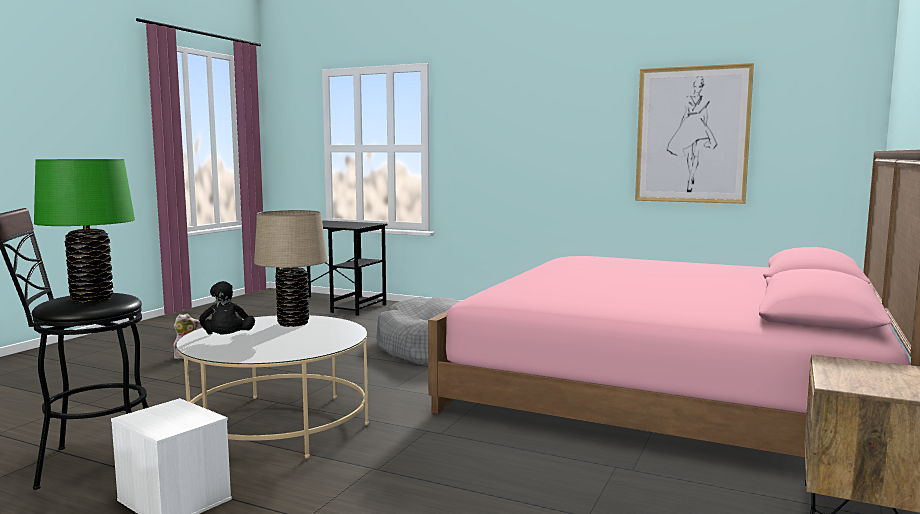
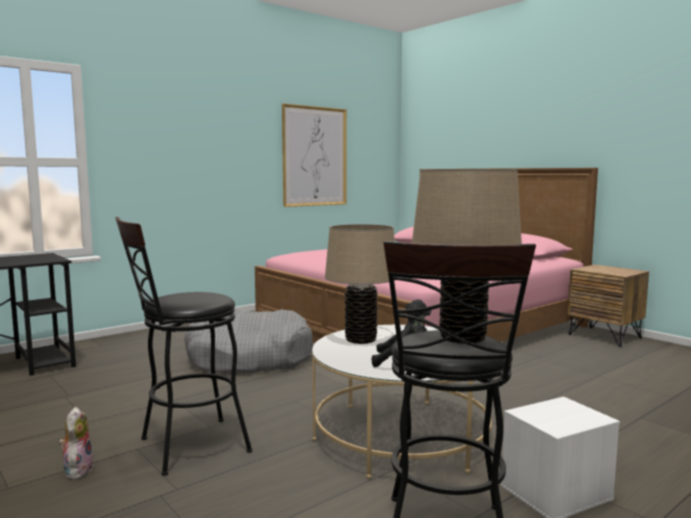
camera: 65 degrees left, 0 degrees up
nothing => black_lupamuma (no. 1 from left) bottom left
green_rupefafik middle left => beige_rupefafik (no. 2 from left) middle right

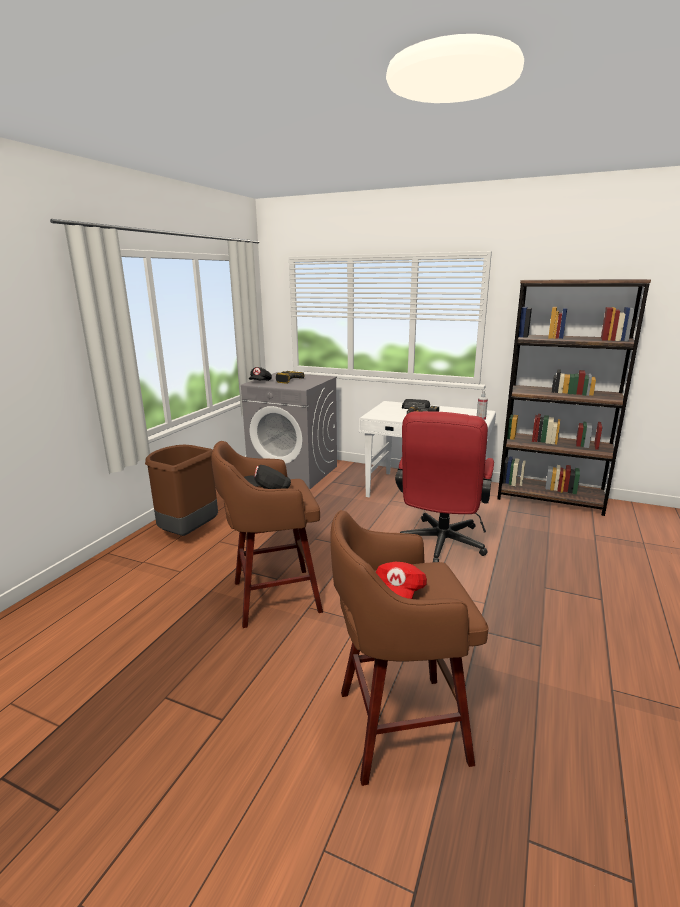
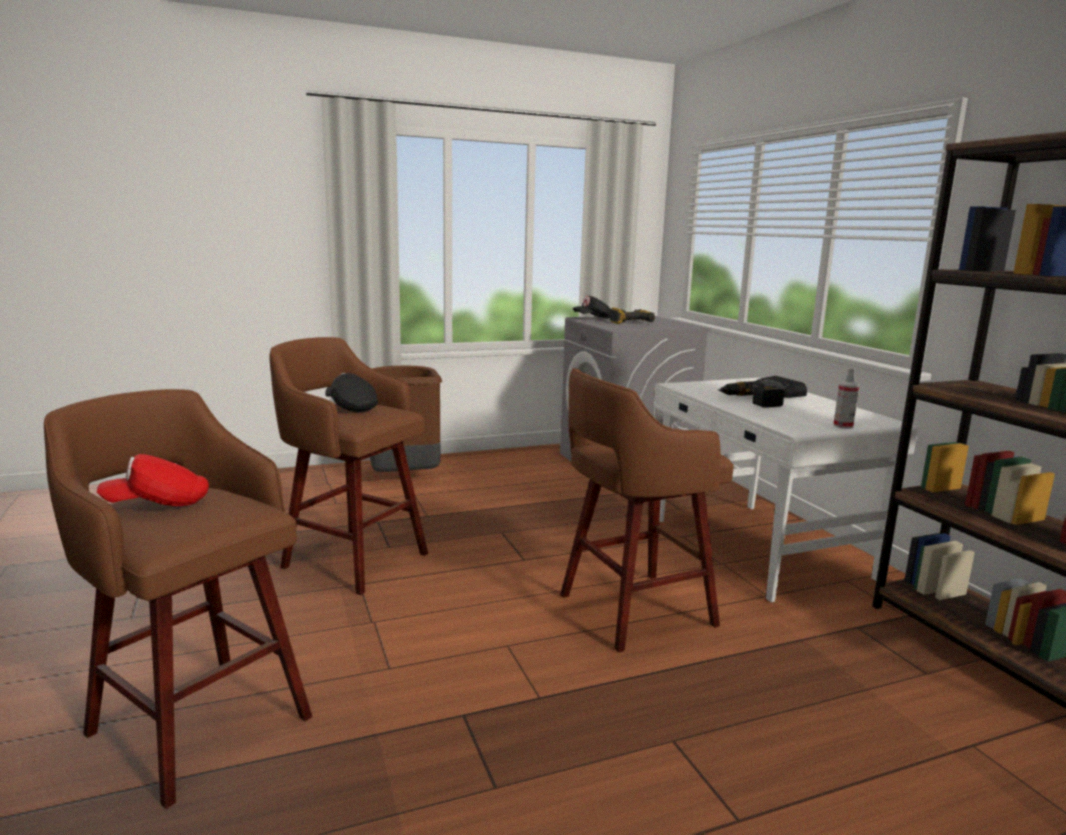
camera: 45 degrees right, 5 degrees down
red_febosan centre => brown_lupamuma (no. 3 from left) centre

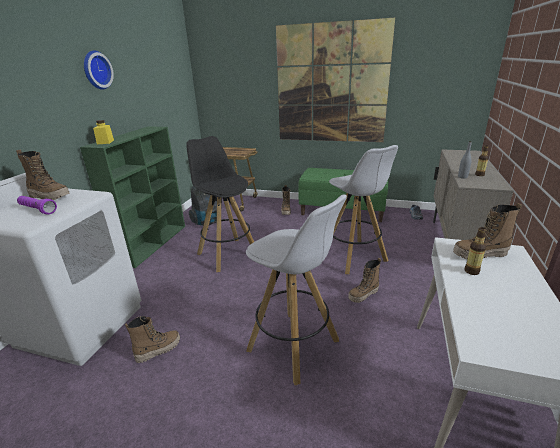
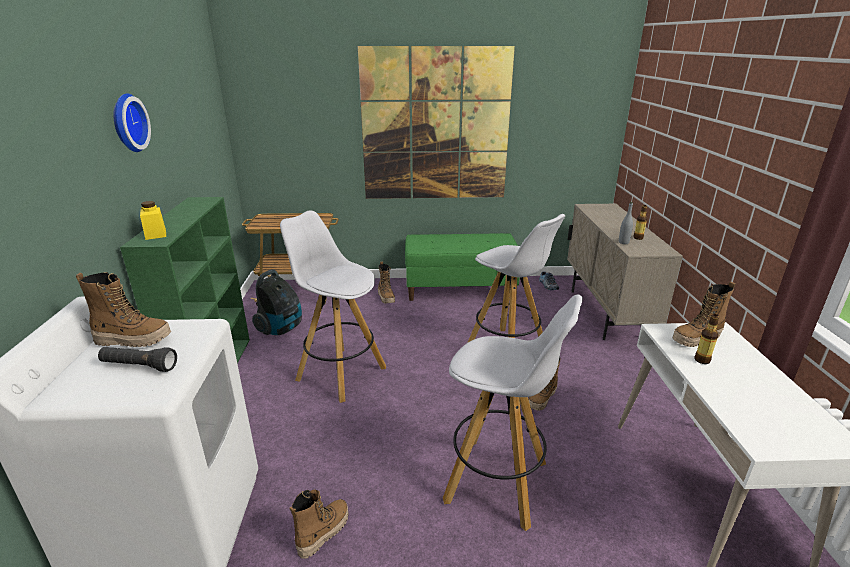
camera: 20 degrees left, 0 degrees up
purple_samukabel middle left => black_samukabel middle left
black_lupamuma centre => white_lupamuma (no. 1 from left) centre

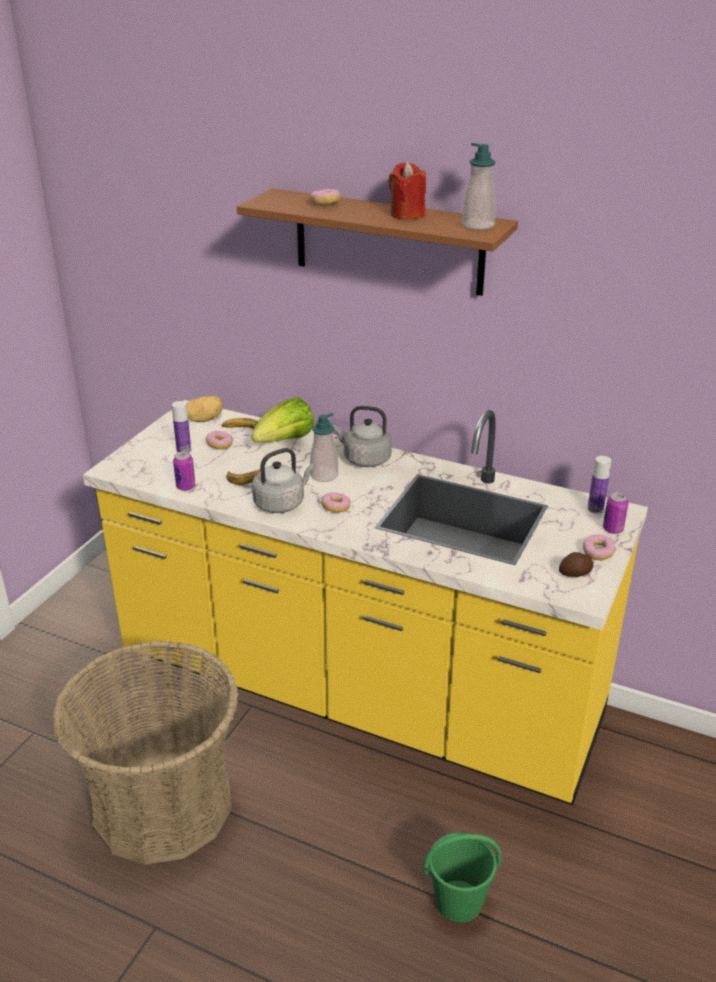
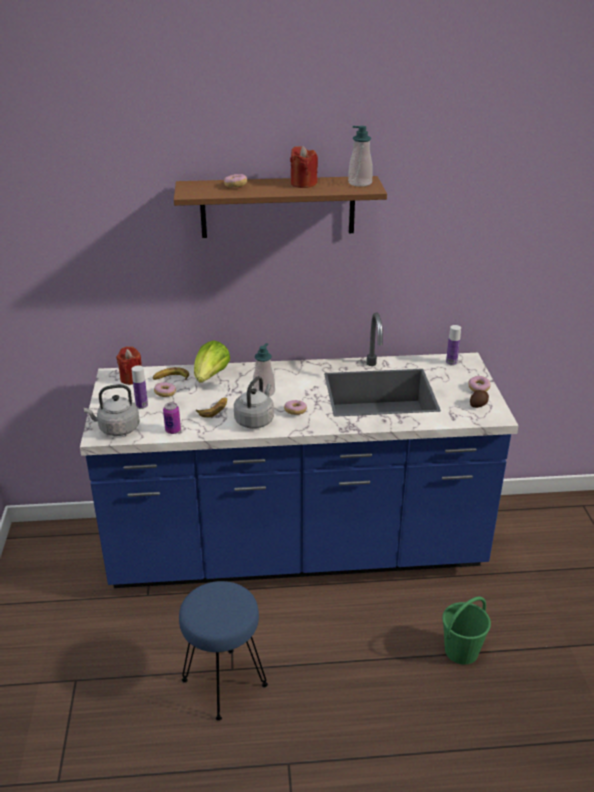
camera: 30 degrees left, 0 degrees up
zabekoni (no. 2 from left) middle right => nothing
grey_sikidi (no. 2 from left in the first image) centre => grey_sikidi (no. 1 from left) middle left, relocated
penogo bottom left => blue_lupamuma bottom centre
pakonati (no. 1 from left) middle left => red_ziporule (no. 1 from left) middle left
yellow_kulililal centre => blue_kulililal centre

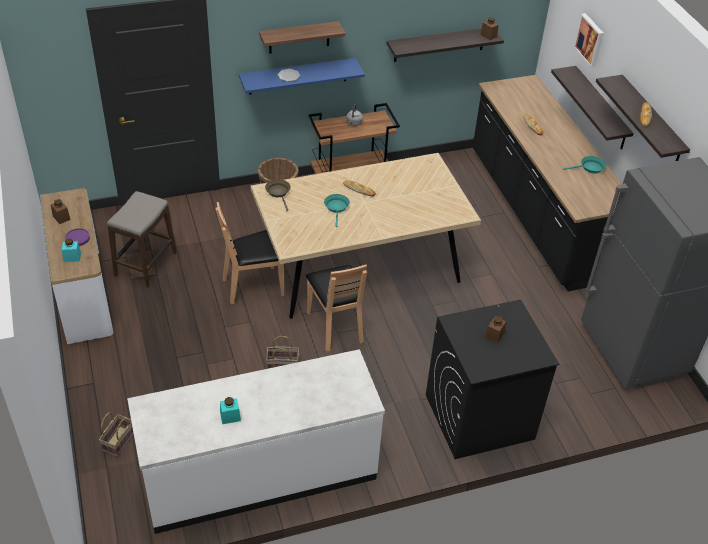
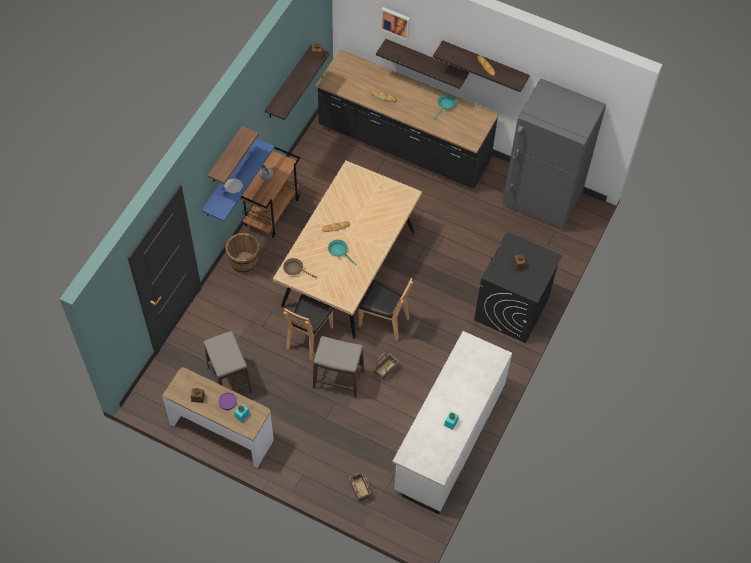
camera: 45 degrees left, 15 degrees up
nothing => lupamuma (no. 2 from left) centre

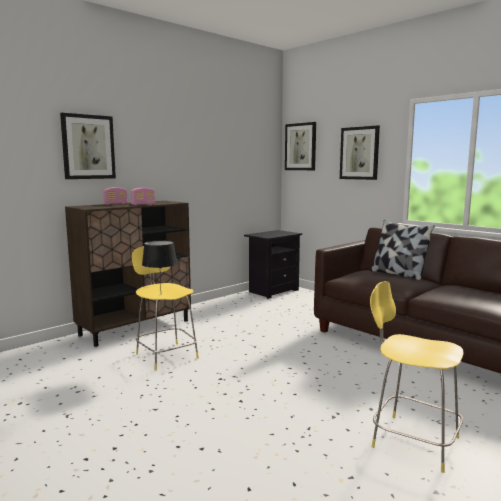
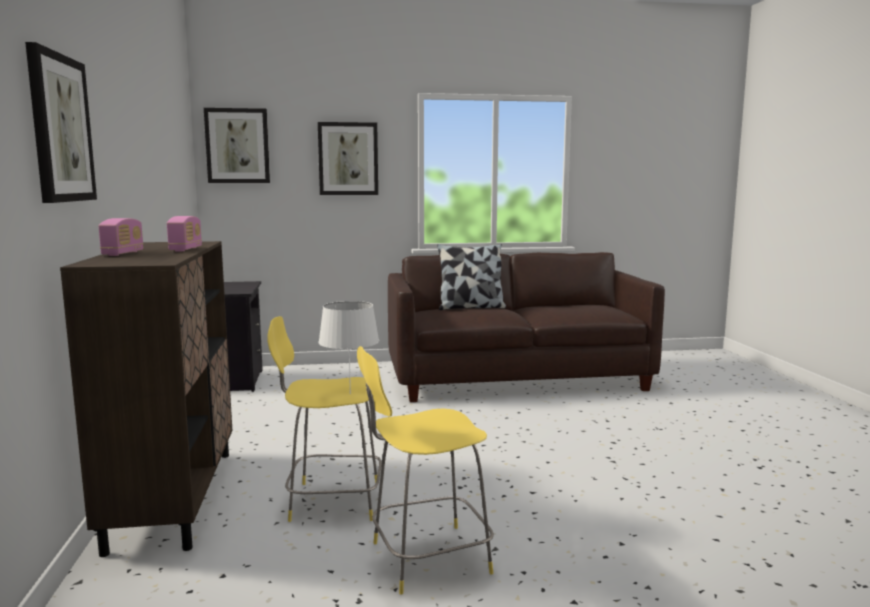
camera: 55 degrees left, 0 degrees up
yellow_lupamuma (no. 2 from left) bottom right => yellow_lupamuma (no. 2 from left) bottom centre, relocated
black_rupefafik middle left => white_rupefafik centre

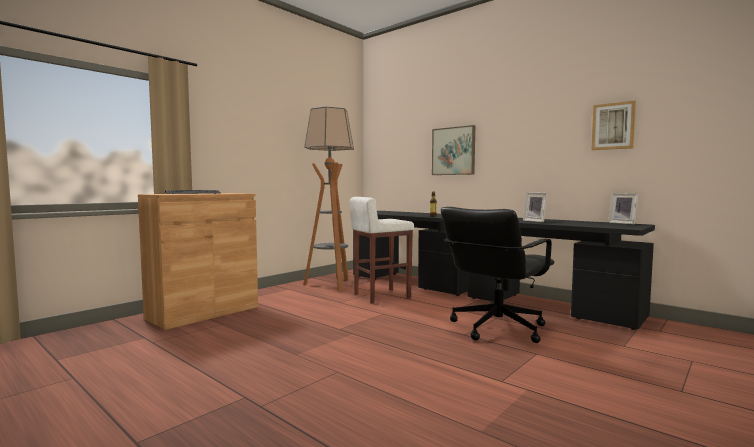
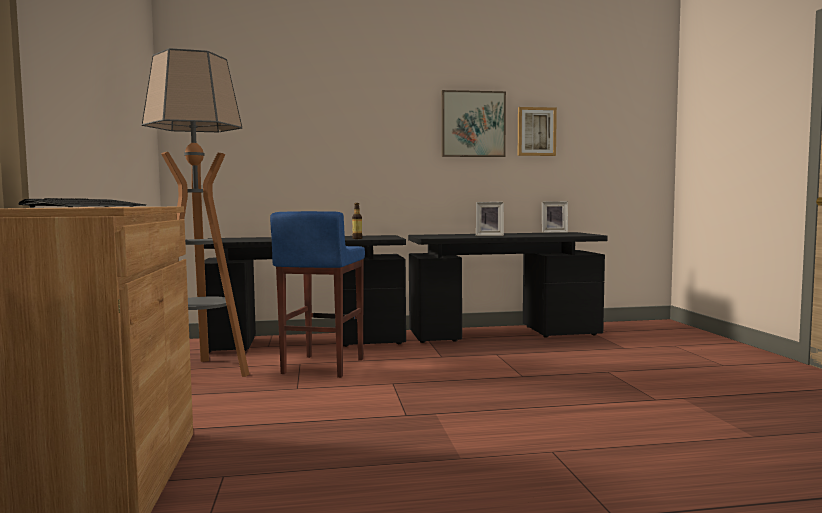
camera: 50 degrees left, 0 degrees up
black_febosan centre => nothing
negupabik (no. 1 from left) centre => negupabik (no. 1 from left) top centre, relocated
white_lupamuma centre => blue_lupamuma centre

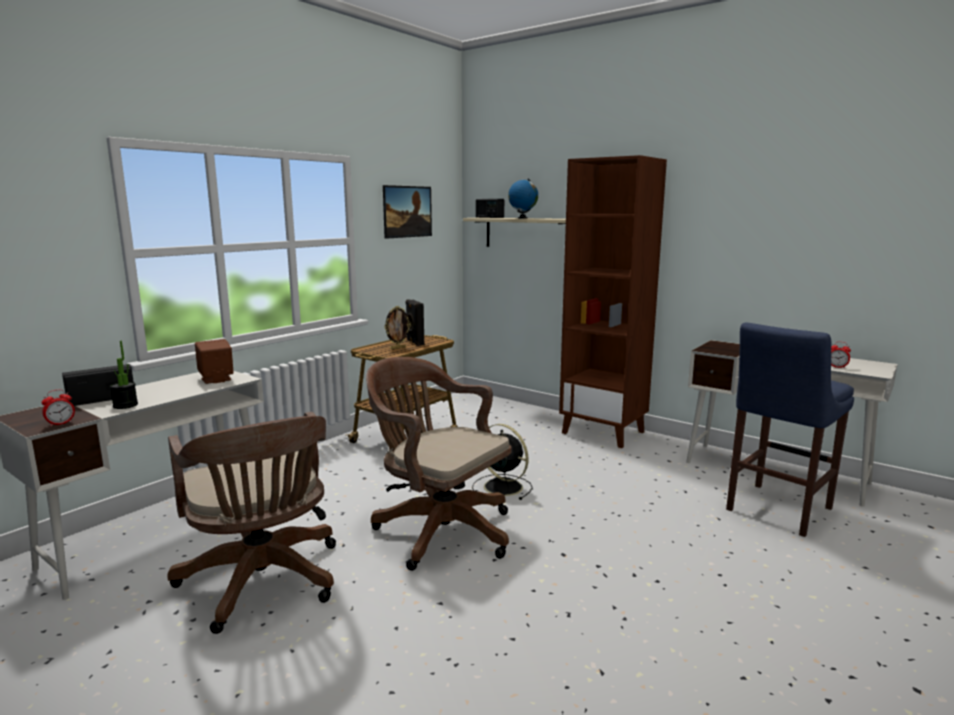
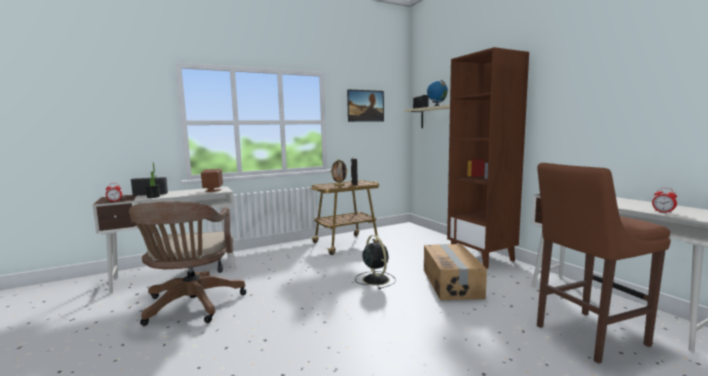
camera: 25 degrees right, 5 degrees down
brown_febosan (no. 2 from left) centre => nothing
nothing => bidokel bottom centre
blue_lupamuma middle right => brown_lupamuma bottom right

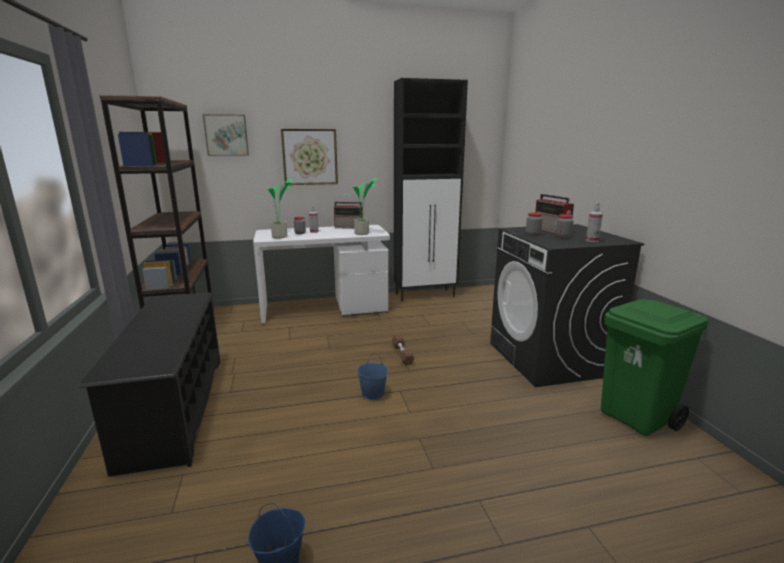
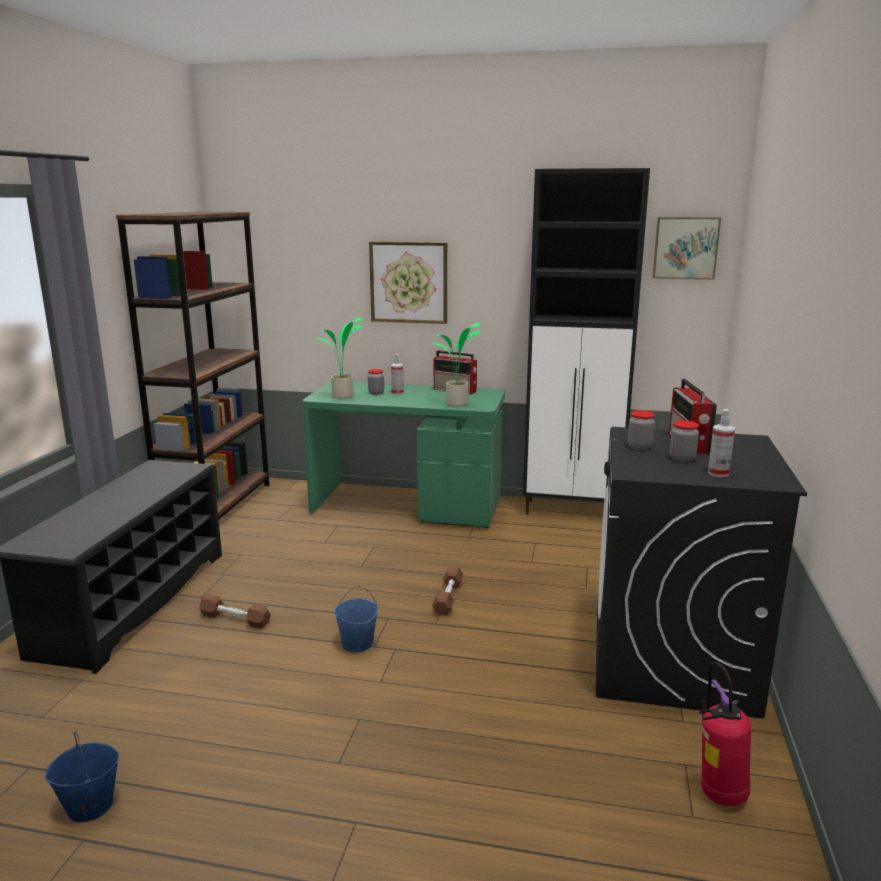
camera: 25 degrees right, 0 degrees up
nothing => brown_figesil (no. 1 from left) bottom left
negupabik (no. 1 from left in the first image) top left => negupabik (no. 2 from left) top right, relocated
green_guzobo middle right => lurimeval bottom right
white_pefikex centre => green_pefikex centre

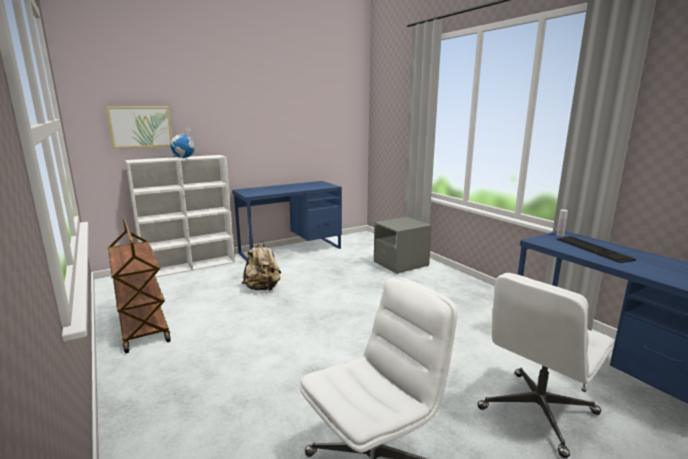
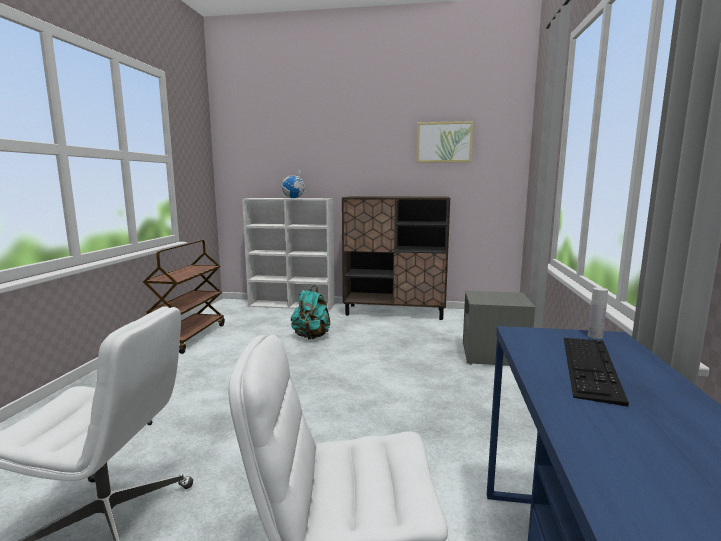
camera: 40 degrees right, 5 degrees down
negupabik top left => negupabik top centre, relocated
blue_pefikex (no. 1 from left) centre => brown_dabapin centre
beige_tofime centre => turquoise_tofime centre

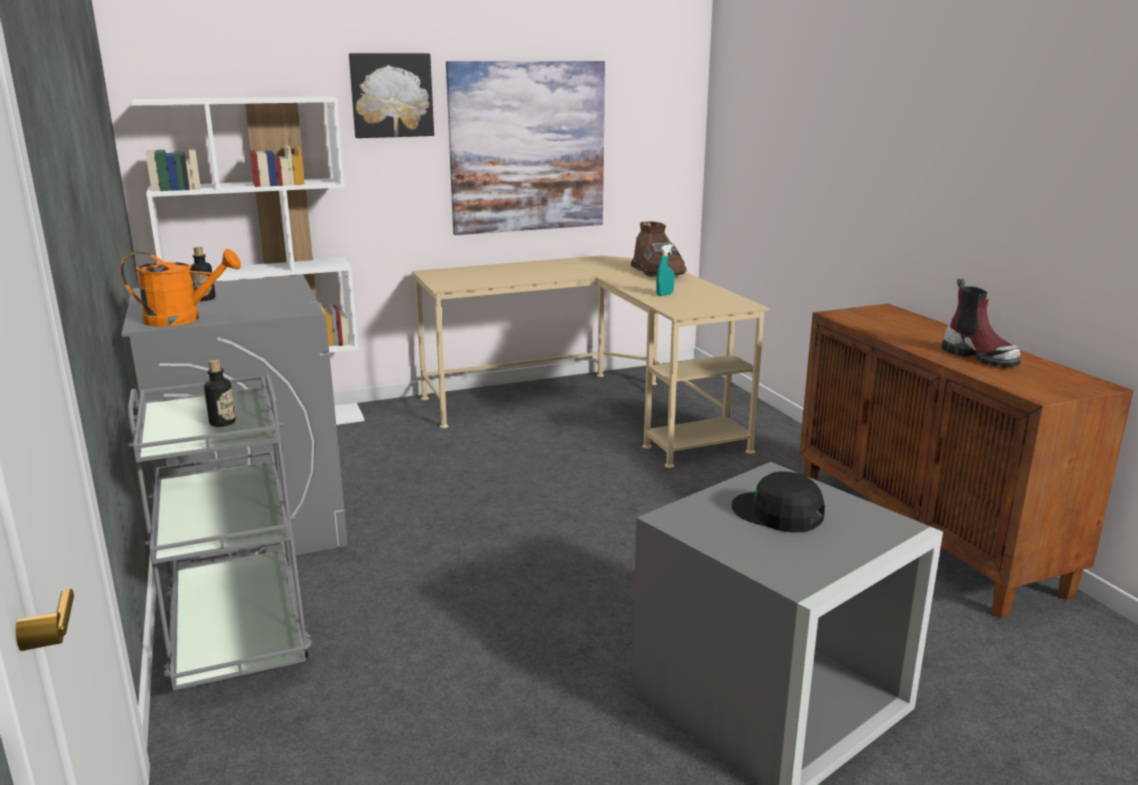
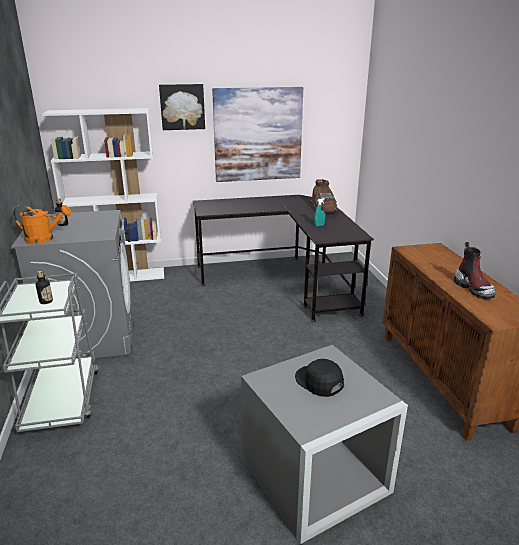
camera: 10 degrees right, 5 degrees up
beige_pefikex centre => black_pefikex centre

